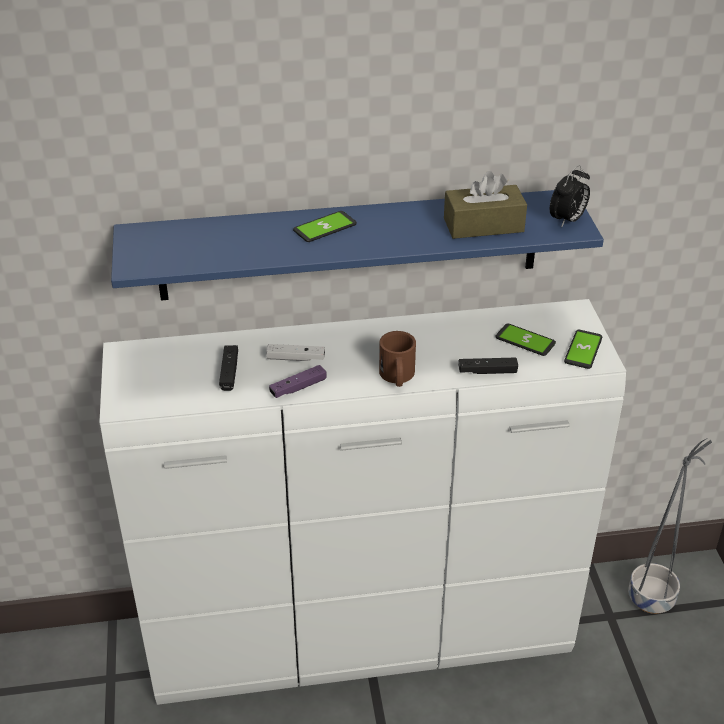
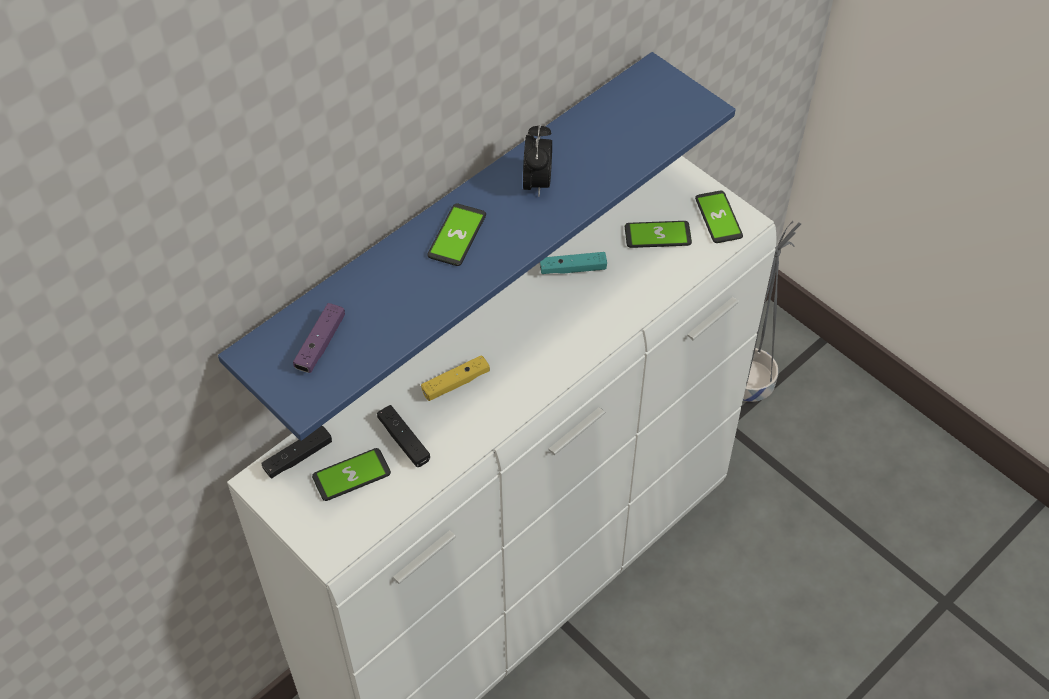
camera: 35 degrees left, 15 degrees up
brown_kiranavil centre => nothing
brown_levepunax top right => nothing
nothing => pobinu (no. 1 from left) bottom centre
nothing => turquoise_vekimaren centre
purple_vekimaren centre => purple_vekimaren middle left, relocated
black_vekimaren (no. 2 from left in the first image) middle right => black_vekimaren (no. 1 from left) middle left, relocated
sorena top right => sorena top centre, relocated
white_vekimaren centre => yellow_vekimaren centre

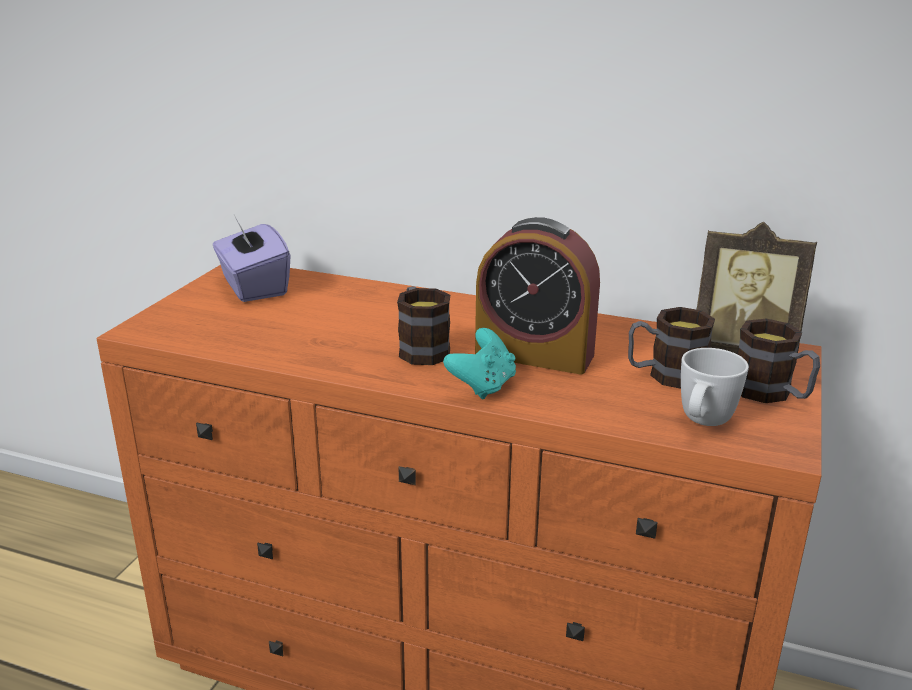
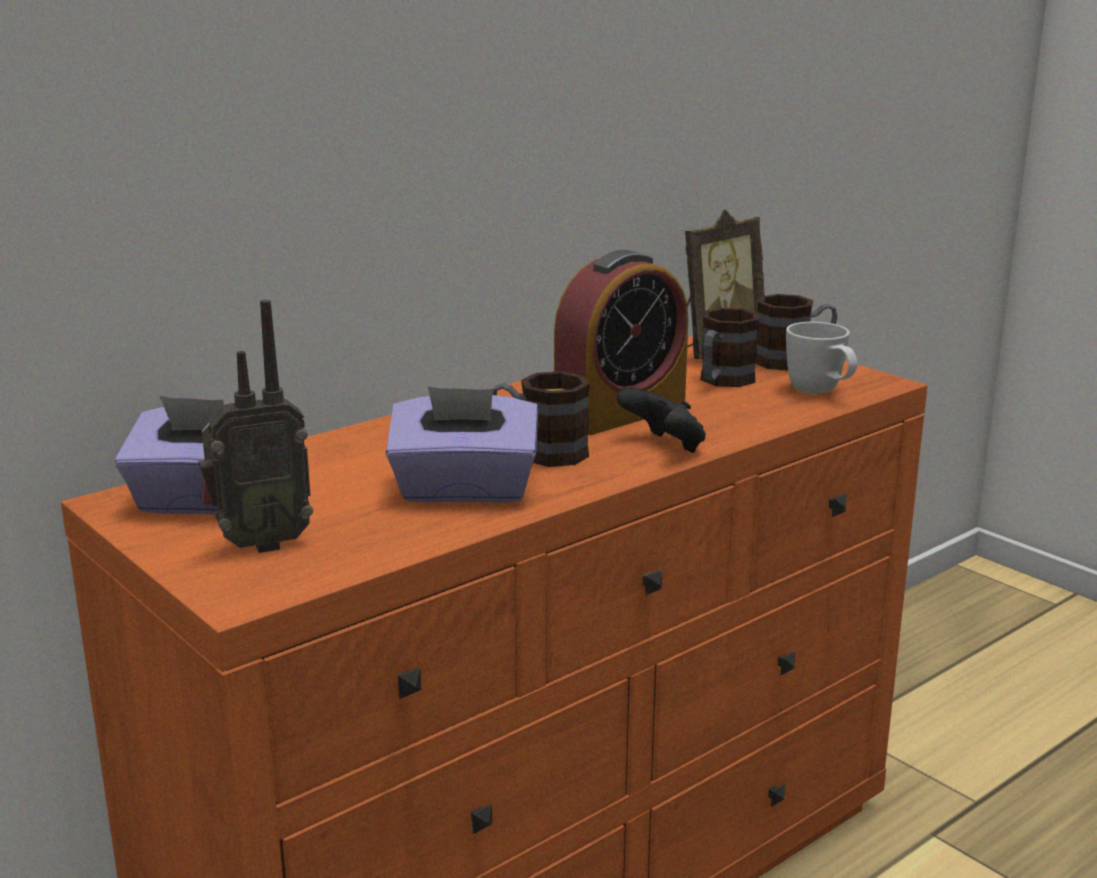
camera: 60 degrees left, 5 degrees down
nothing => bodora middle left
nothing => purple_levepunax (no. 2 from left) centre
turquoise_vekimaren centre => black_vekimaren centre

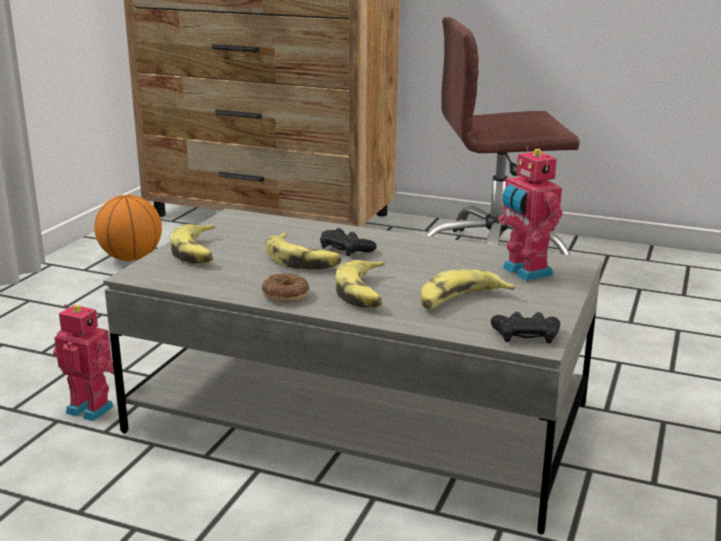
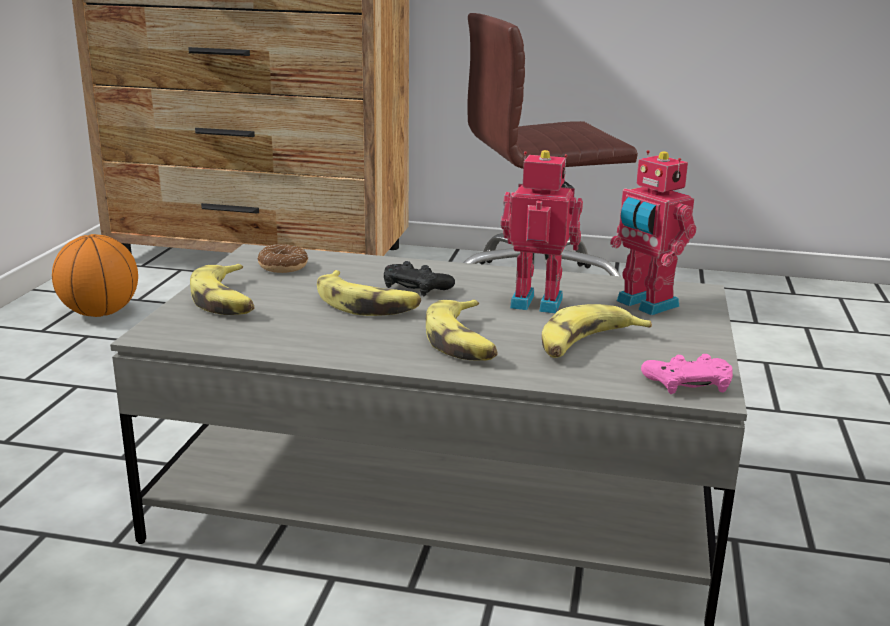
camera: 10 degrees left, 0 degrees up
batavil (no. 1 from left) bottom left => batavil (no. 1 from left) centre, relocated
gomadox centre => gomadox middle left, relocated
black_vekimaren (no. 2 from left) middle right => pink_vekimaren middle right

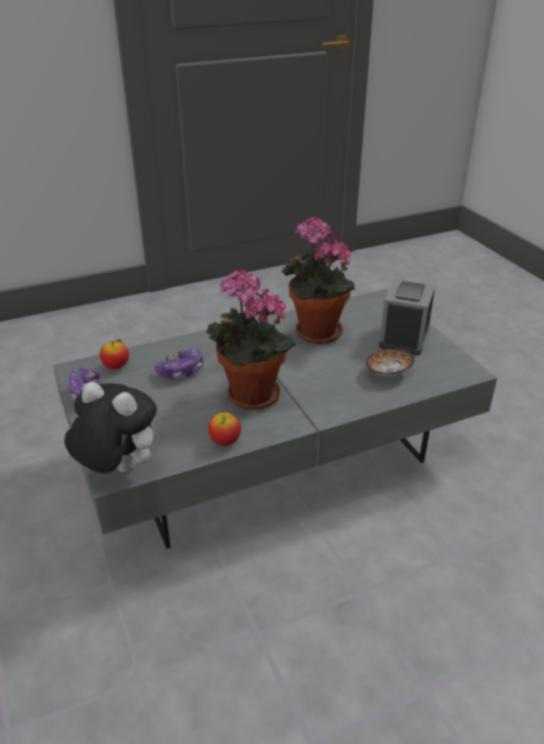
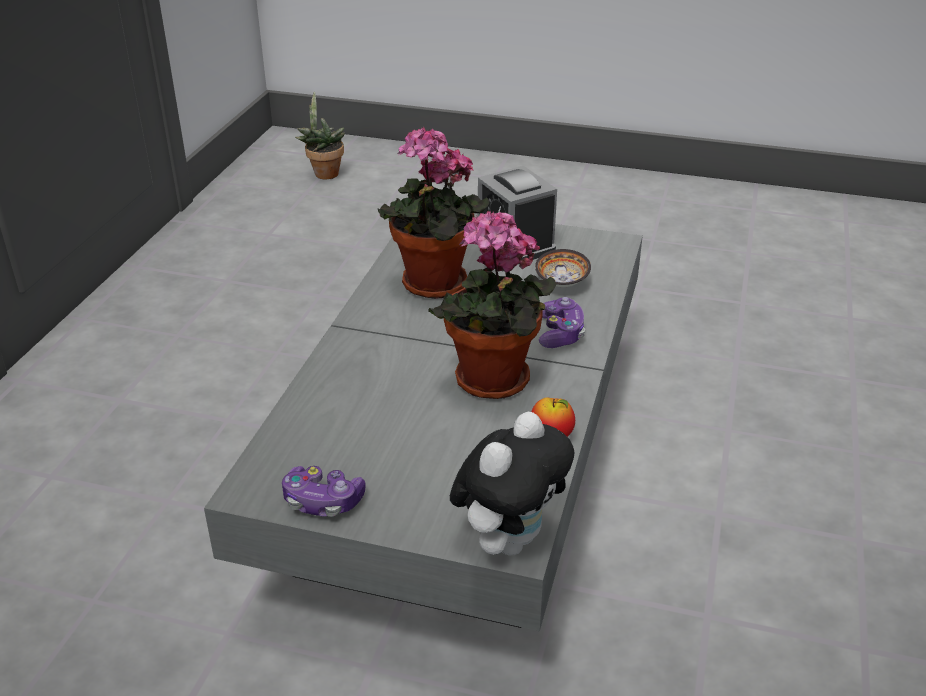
camera: 50 degrees left, 0 degrees up
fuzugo (no. 1 from left) middle left => nothing
nothing => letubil (no. 1 from left) top centre
vekimaren (no. 2 from left) middle left => vekimaren (no. 2 from left) centre, relocated
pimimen middle left => pimimen bottom centre, 150 degrees clockwise

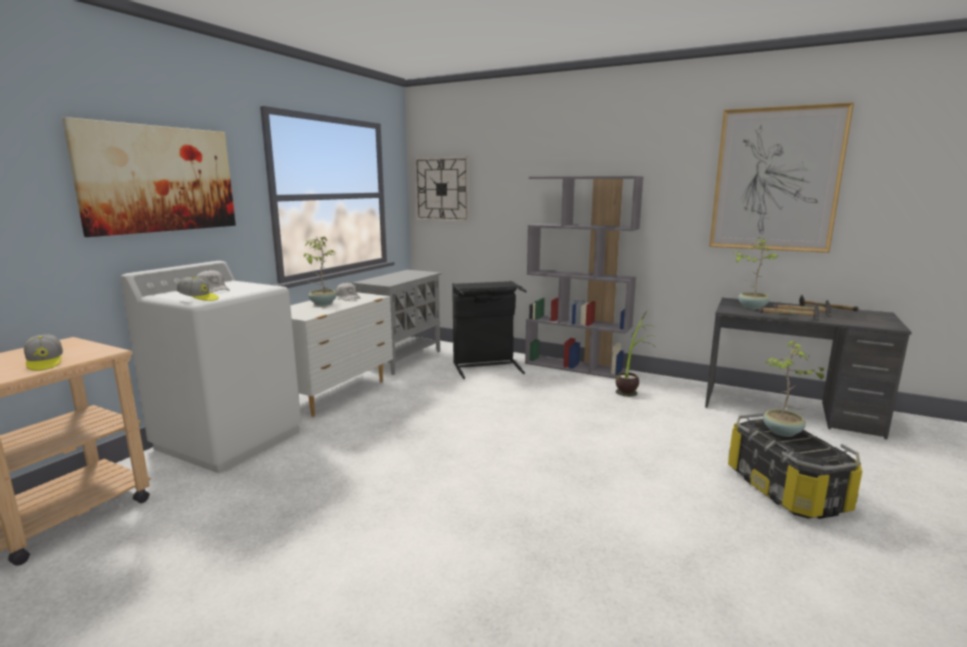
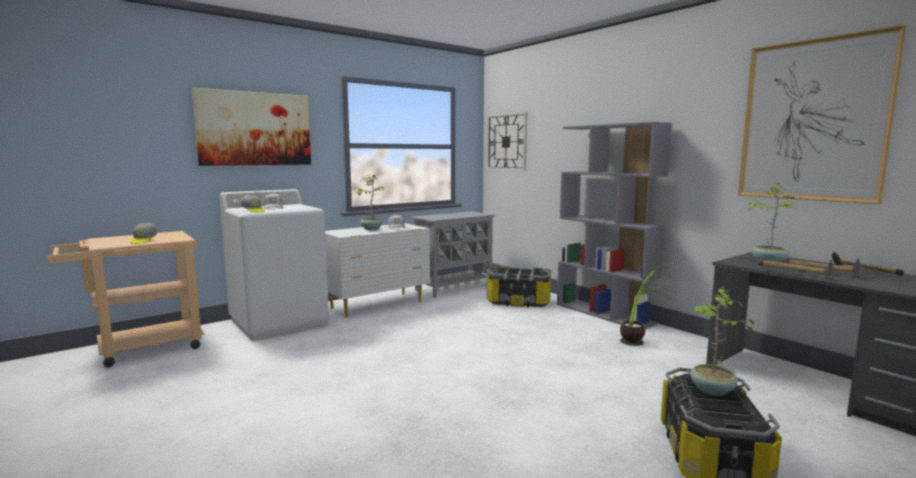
camera: 25 degrees right, 5 degrees down
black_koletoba centre => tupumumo (no. 1 from left) centre

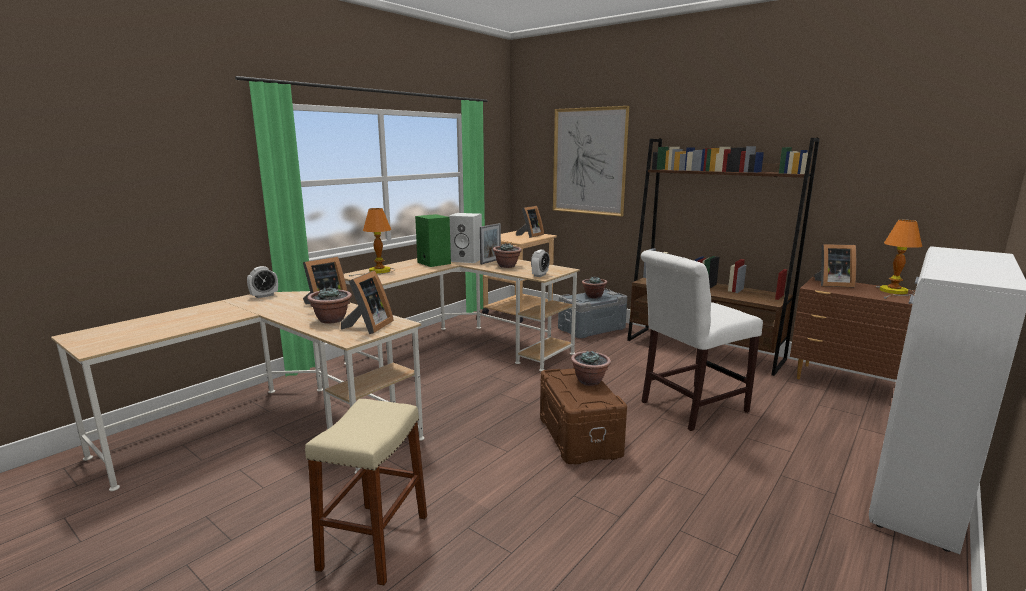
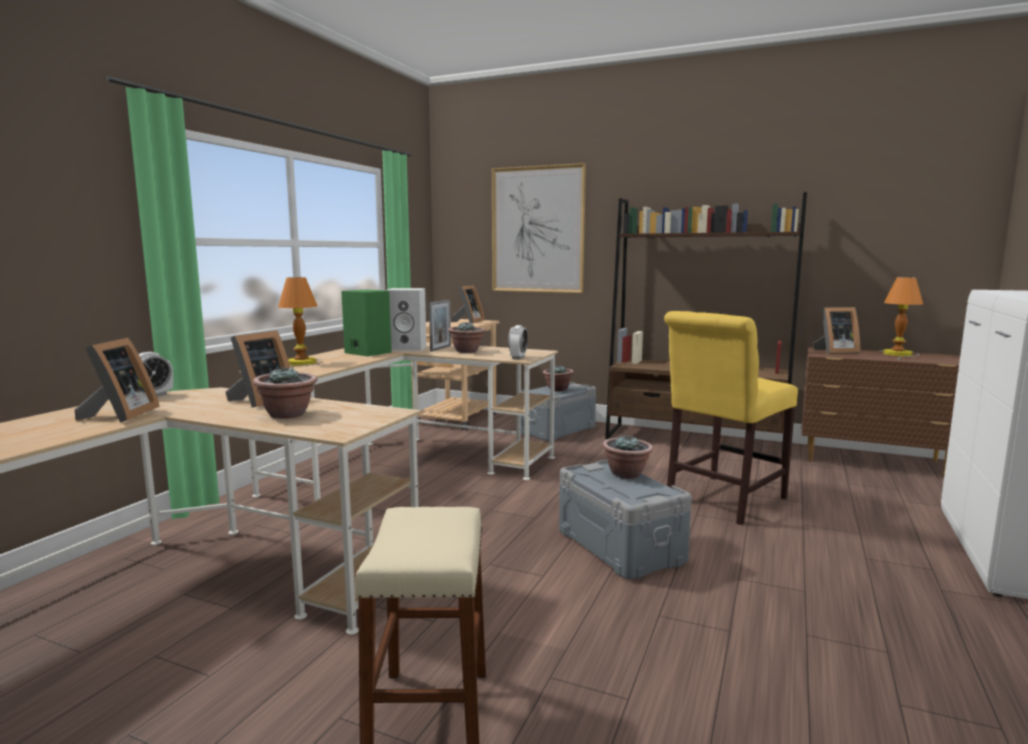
camera: 15 degrees left, 5 degrees down
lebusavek (no. 2 from left in the first image) centre => lebusavek (no. 1 from left) middle left, relocated
brown_tupumumo bottom centre => grey_tupumumo (no. 2 from left) bottom centre
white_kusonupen middle right => yellow_kusonupen middle right

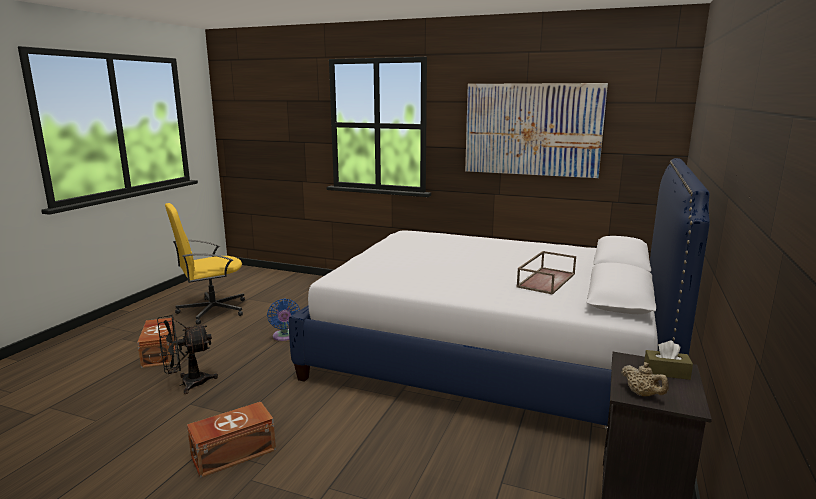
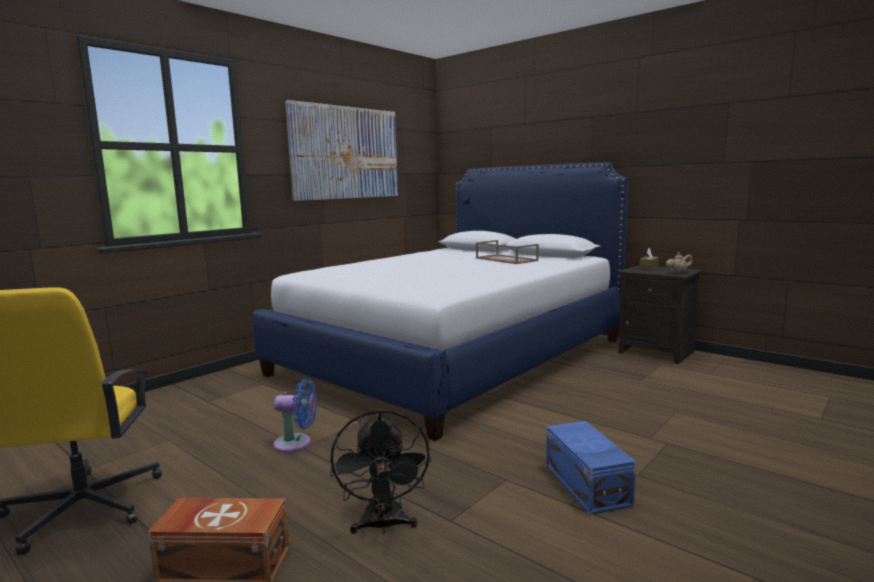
camera: 70 degrees left, 5 degrees down
brown_tupumumo (no. 2 from left) bottom left => blue_tupumumo bottom right

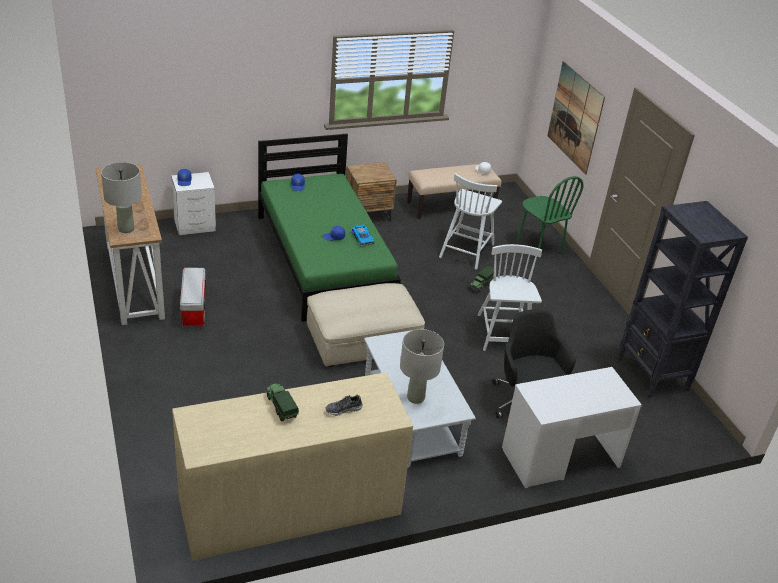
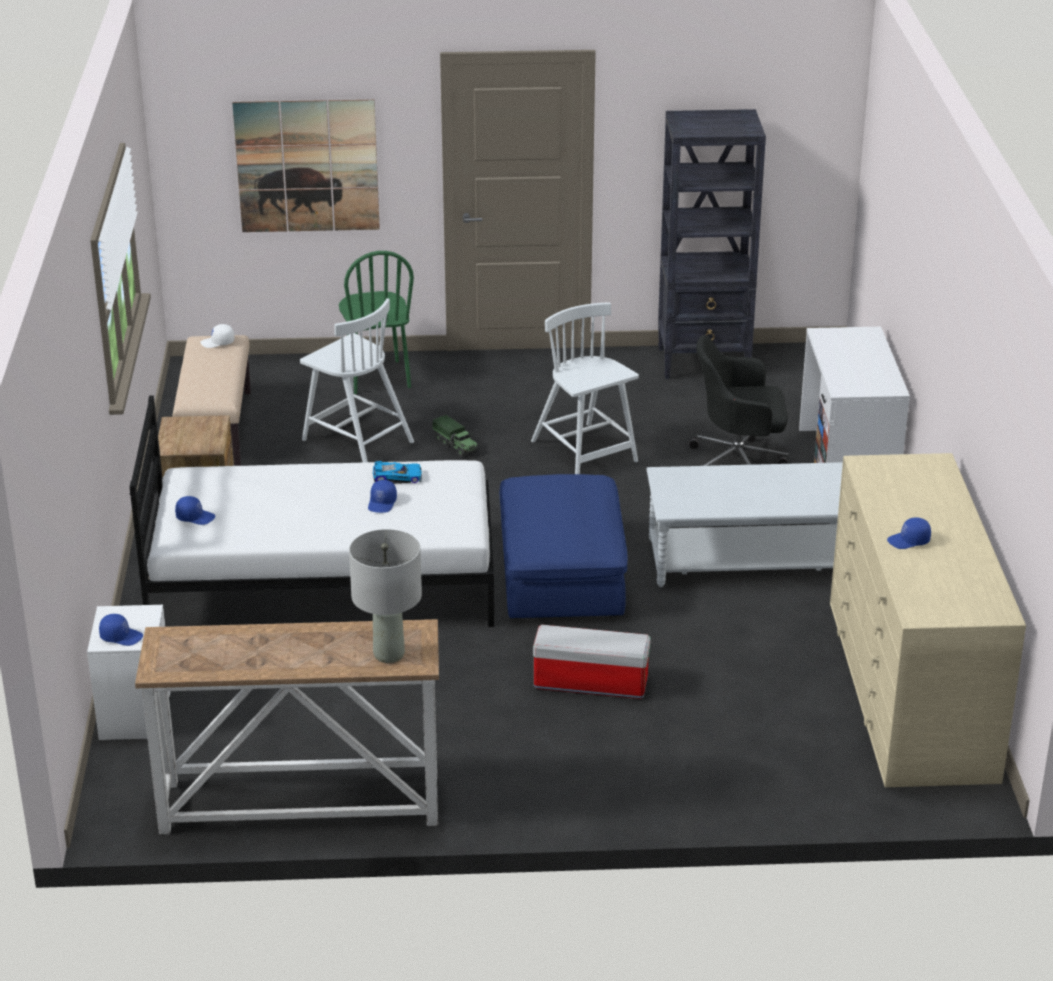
camera: 70 degrees left, 5 degrees down
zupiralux bottom centre => nothing
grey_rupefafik (no. 2 from left) centre => nothing
tupumumo middle left => tupumumo bottom centre, relocated
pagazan (no. 1 from left) bottom centre => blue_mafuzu (no. 4 from left) middle right
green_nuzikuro centre => white_nuzikuro middle left
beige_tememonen centre => blue_tememonen centre
white_kusonupen (no. 2 from left) centre, 45 degrees clockwise
green_kusonupen middle right => green_kusonupen top centre, 90 degrees clockwise

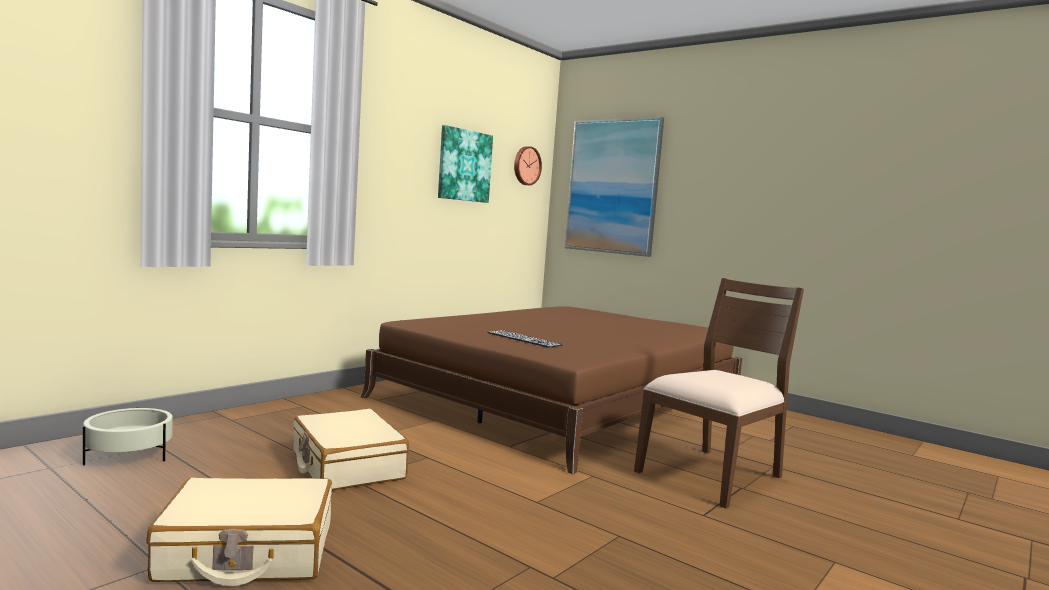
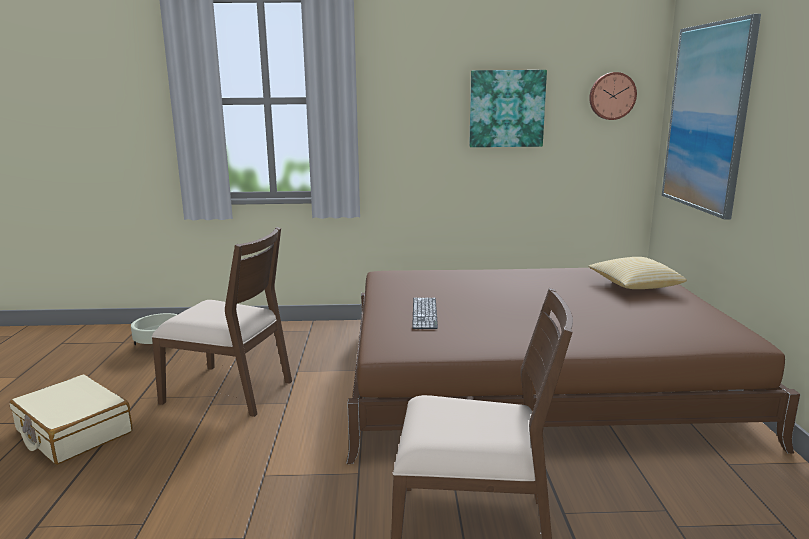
camera: 50 degrees right, 10 degrees up
nothing => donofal middle right
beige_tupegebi (no. 2 from left) bottom centre => brown_kusonupen (no. 1 from left) middle left

